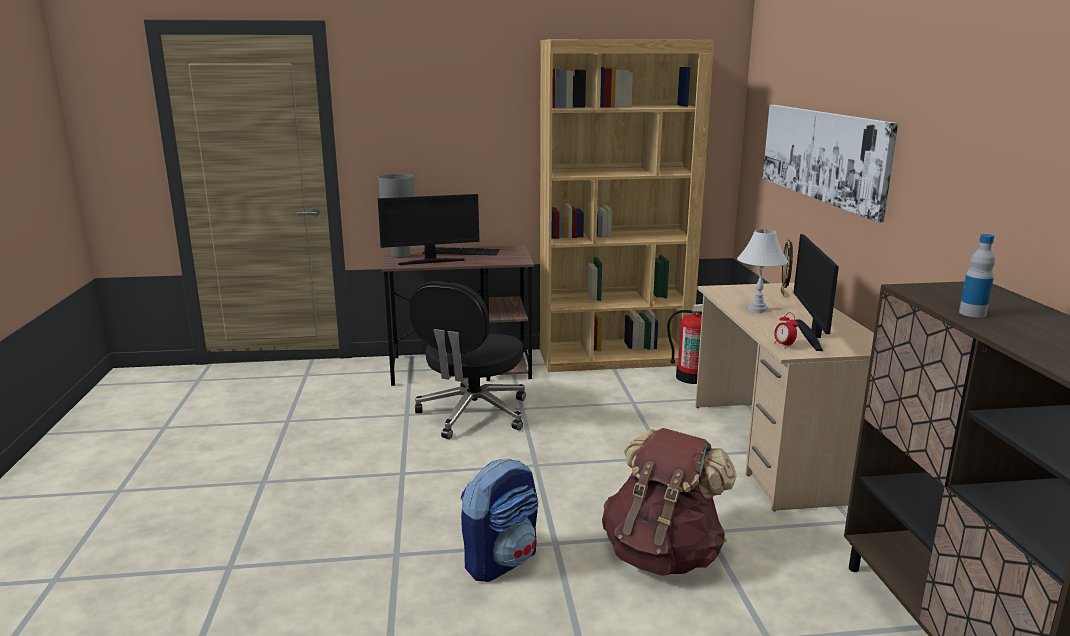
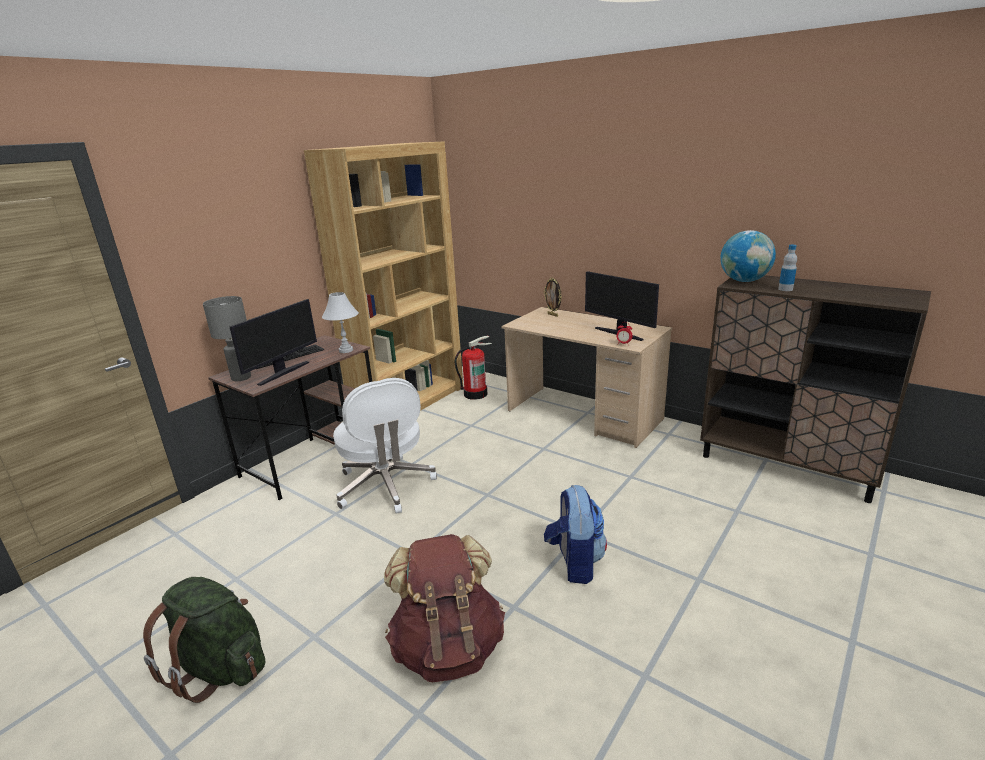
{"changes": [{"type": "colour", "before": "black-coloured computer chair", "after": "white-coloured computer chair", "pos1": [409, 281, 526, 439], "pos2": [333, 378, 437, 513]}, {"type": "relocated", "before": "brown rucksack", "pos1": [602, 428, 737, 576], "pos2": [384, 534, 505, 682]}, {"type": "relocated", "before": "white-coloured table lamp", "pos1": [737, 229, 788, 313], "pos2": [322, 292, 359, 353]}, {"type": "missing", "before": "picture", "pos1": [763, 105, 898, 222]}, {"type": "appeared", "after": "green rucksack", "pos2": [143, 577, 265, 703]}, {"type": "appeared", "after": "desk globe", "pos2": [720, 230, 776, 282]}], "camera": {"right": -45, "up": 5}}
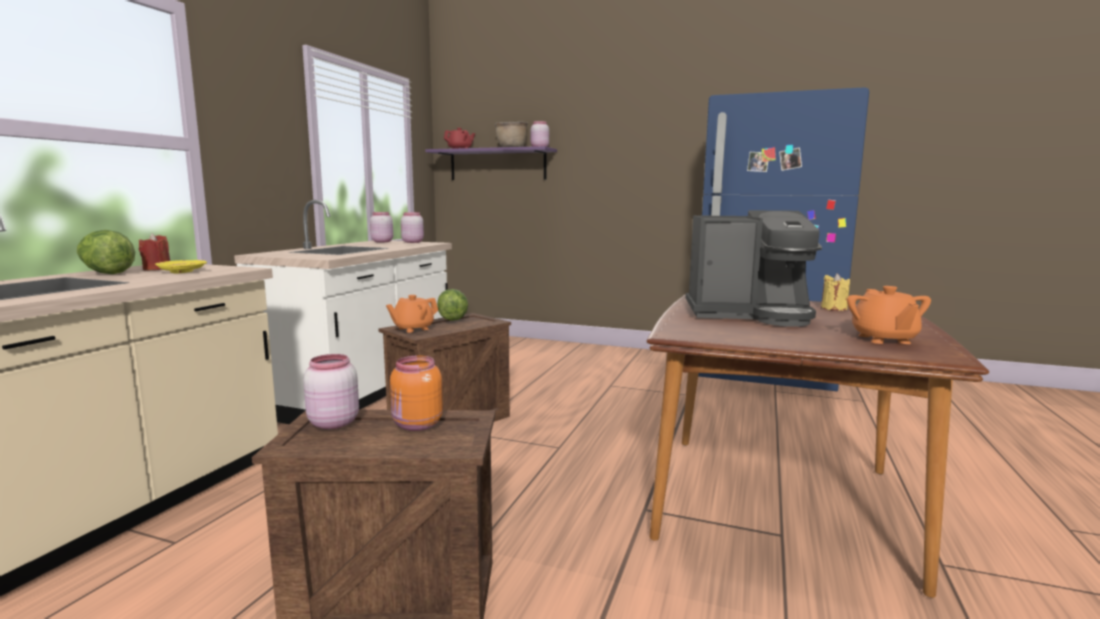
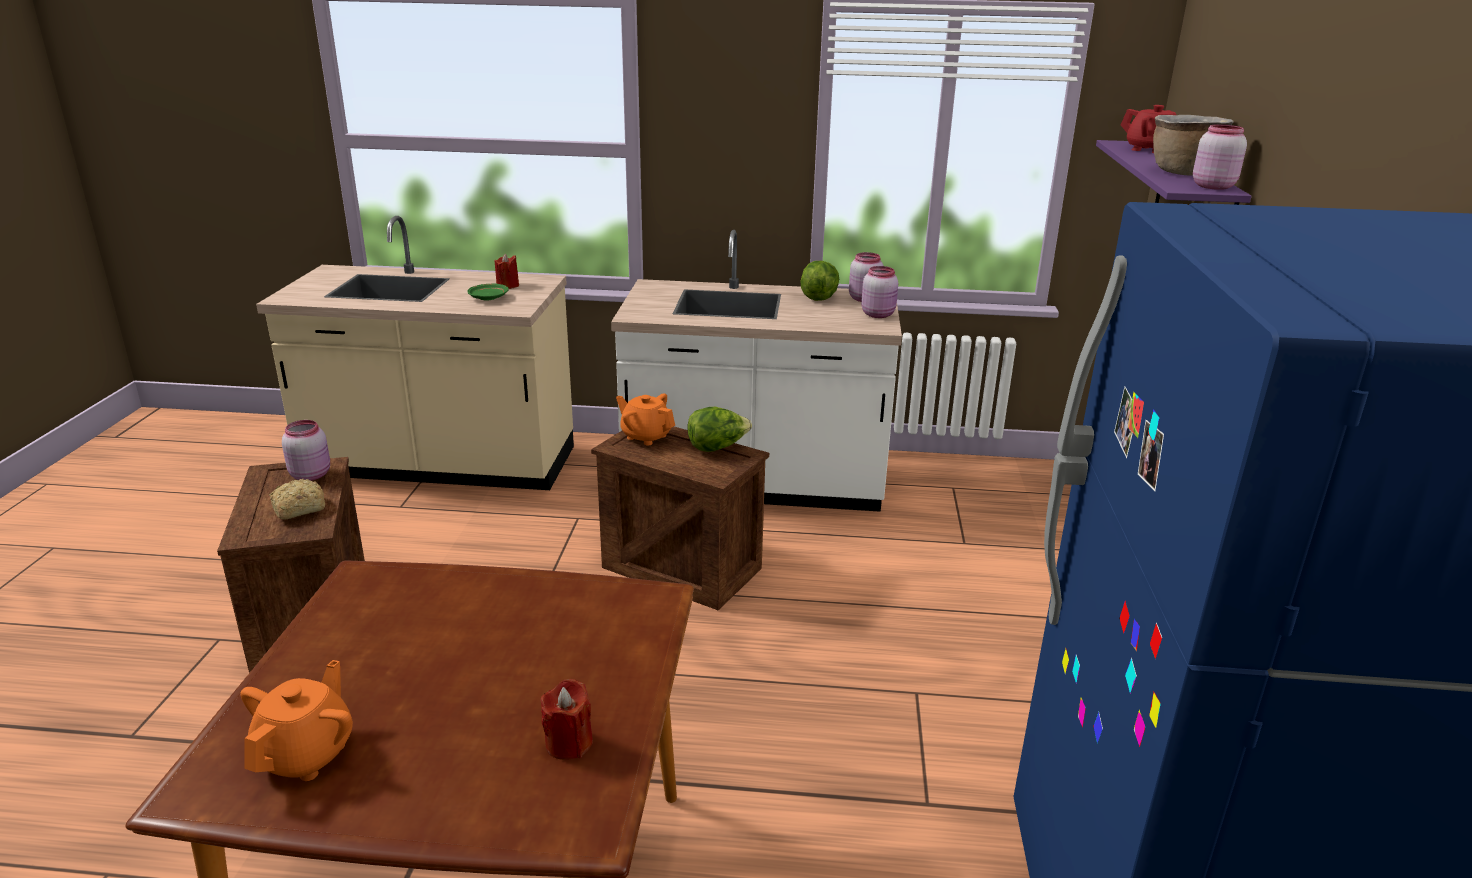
{"changes": [{"type": "relocated", "before": "lettuce head", "pos1": [77, 230, 135, 274], "pos2": [800, 261, 839, 301]}, {"type": "colour", "before": "yellow-coloured plate", "after": "green plate", "pos1": [155, 260, 207, 273], "pos2": [467, 284, 509, 300]}, {"type": "exchanged", "before": "orange storage jar", "after": "bread", "pos1": [390, 355, 443, 431], "pos2": [269, 479, 325, 519]}, {"type": "missing", "before": "coffee machine", "pos1": [686, 210, 822, 327]}, {"type": "colour", "before": "yellow-coloured wax light", "after": "red-coloured wax light", "pos1": [821, 273, 850, 311], "pos2": [541, 679, 593, 760]}, {"type": "spun", "before": "orange teapot", "pos1": [847, 286, 931, 344], "pos2": [240, 660, 353, 781], "turn": 120}], "camera": {"right": 75, "up": 15}}
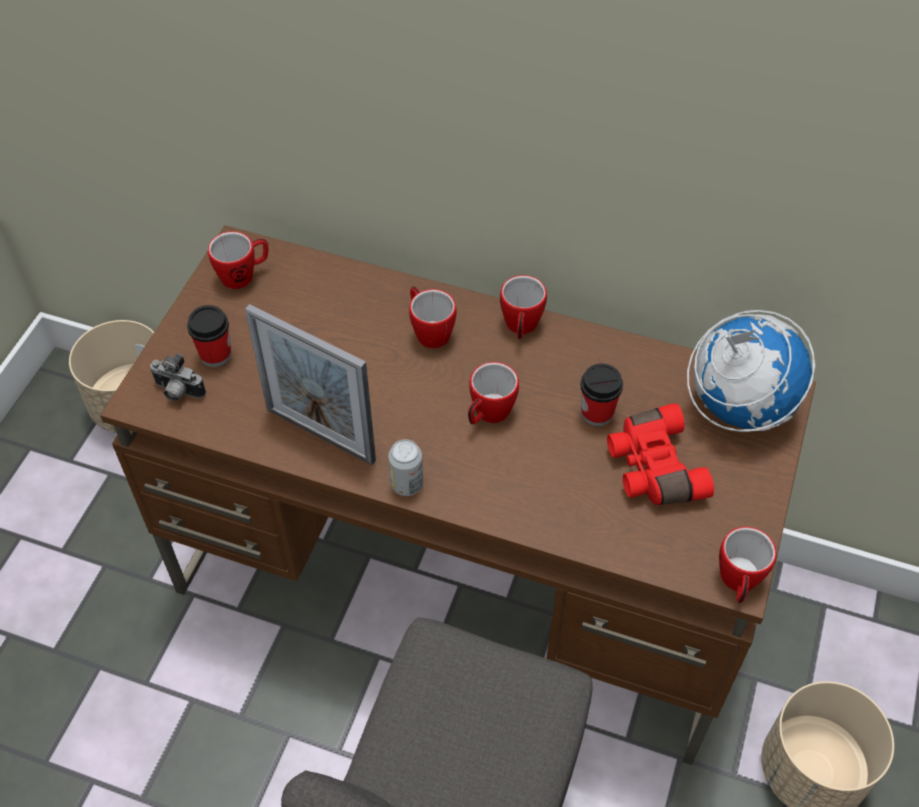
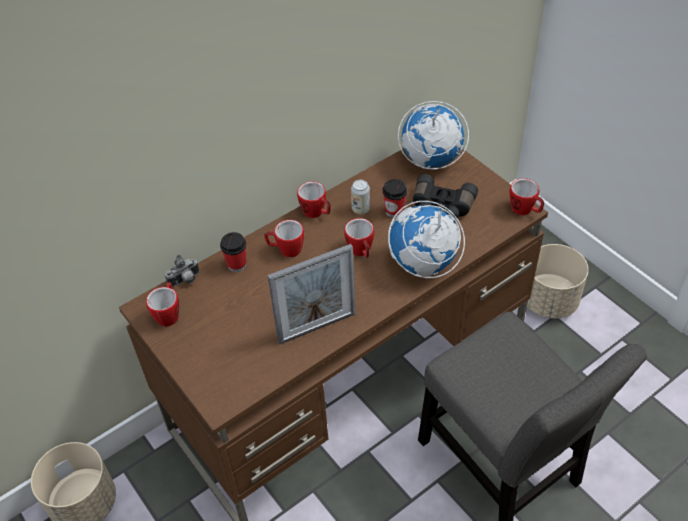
{"changes": [{"type": "relocated", "before": "photo camera", "pos1": [150, 353, 206, 401], "pos2": [165, 255, 200, 287]}, {"type": "relocated", "before": "drinking cup", "pos1": [187, 305, 231, 367], "pos2": [220, 232, 247, 272]}, {"type": "relocated", "before": "metal can", "pos1": [388, 439, 423, 496], "pos2": [351, 180, 370, 214]}, {"type": "colour", "before": "red-coloured field glasses", "after": "black-coloured field glasses", "pos1": [607, 403, 714, 505], "pos2": [413, 174, 478, 222]}, {"type": "appeared", "after": "desk globe", "pos2": [388, 201, 465, 278]}], "camera": {"right": -55, "up": -5}}
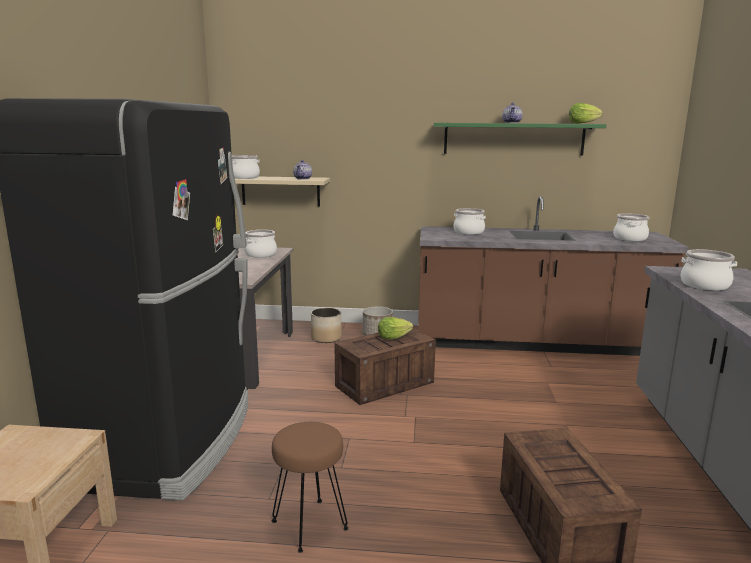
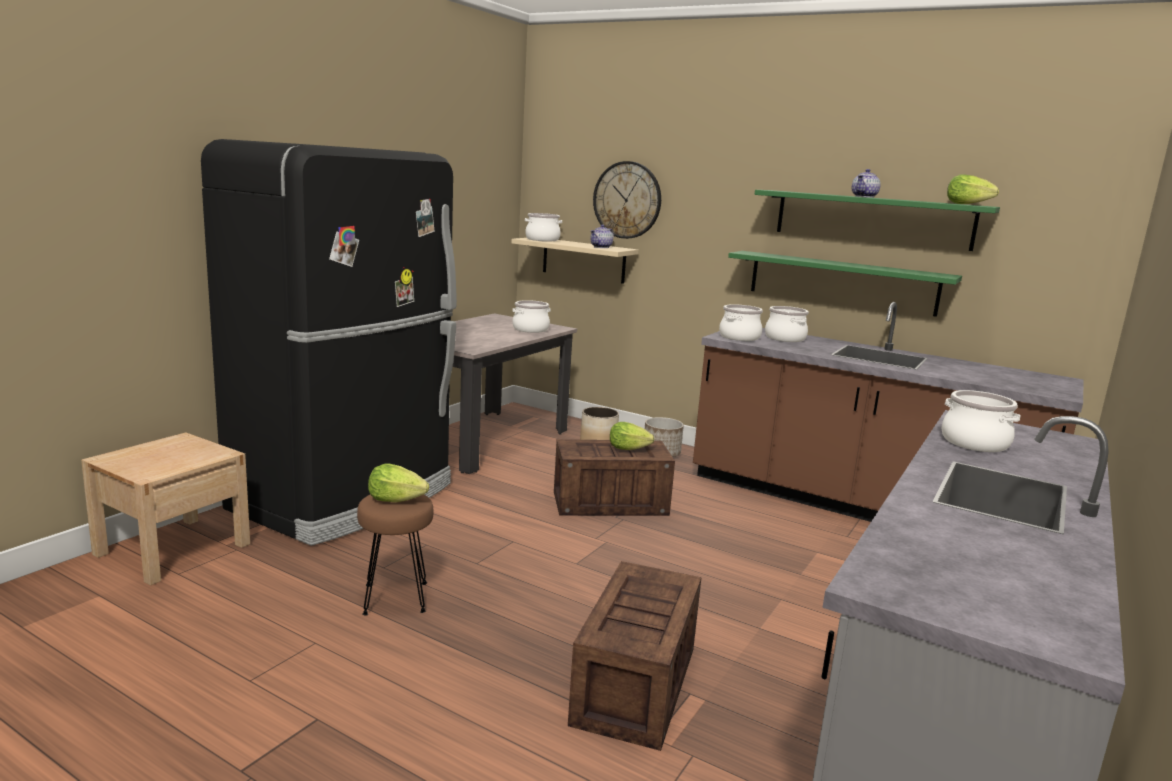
{"changes": [{"type": "relocated", "before": "cooking pot", "pos1": [613, 213, 650, 241], "pos2": [719, 304, 763, 341]}, {"type": "appeared", "after": "lettuce head", "pos2": [368, 464, 429, 502]}, {"type": "appeared", "after": "hanging clock", "pos2": [593, 161, 661, 239]}, {"type": "appeared", "after": "green shelf", "pos2": [728, 251, 962, 317]}], "camera": {"right": 25, "up": 0}}
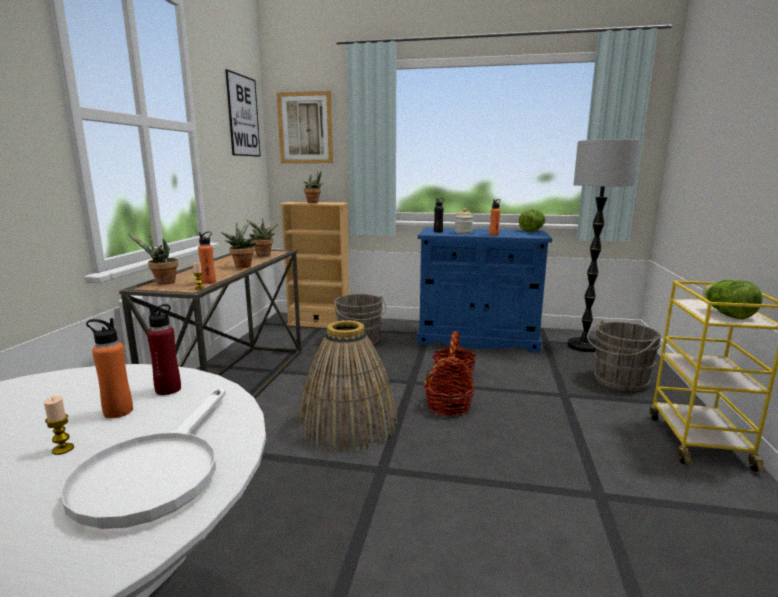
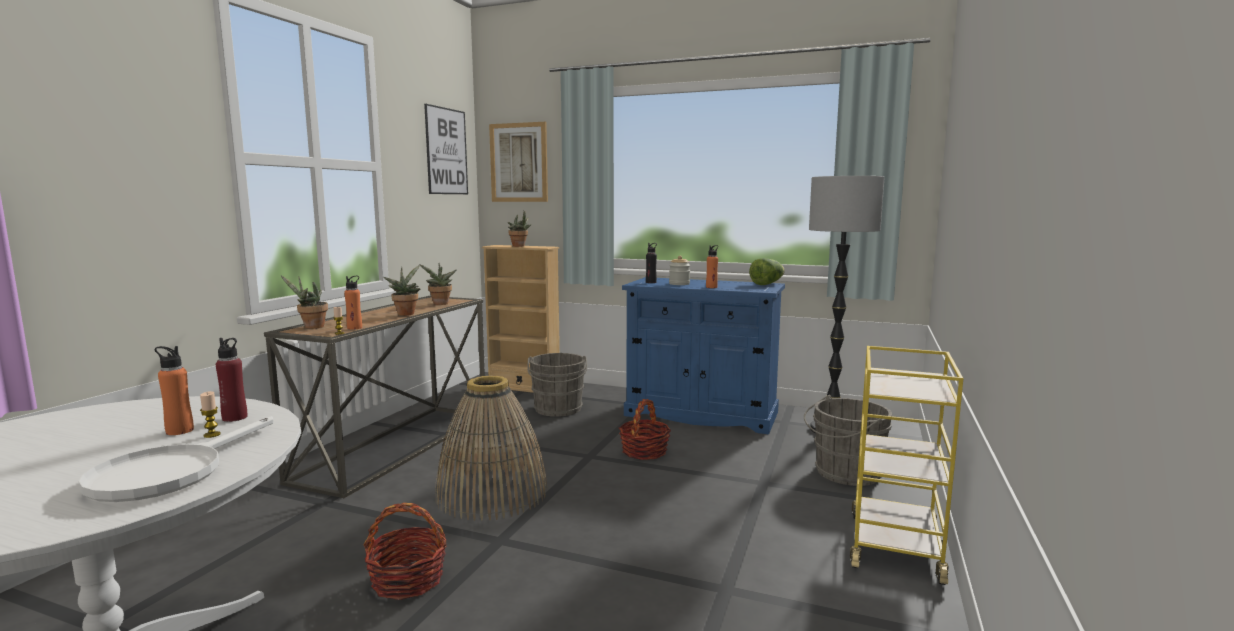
{"changes": [{"type": "relocated", "before": "wax light", "pos1": [44, 395, 74, 455], "pos2": [200, 391, 221, 438]}, {"type": "relocated", "before": "storage basket", "pos1": [424, 357, 475, 416], "pos2": [363, 503, 447, 600]}, {"type": "missing", "before": "lettuce head", "pos1": [703, 280, 762, 319]}], "camera": {"right": 10, "up": -5}}
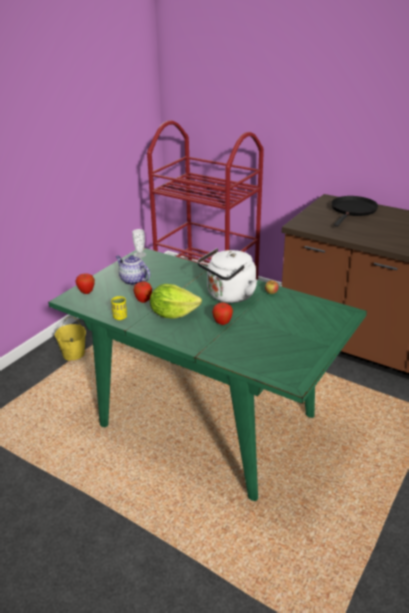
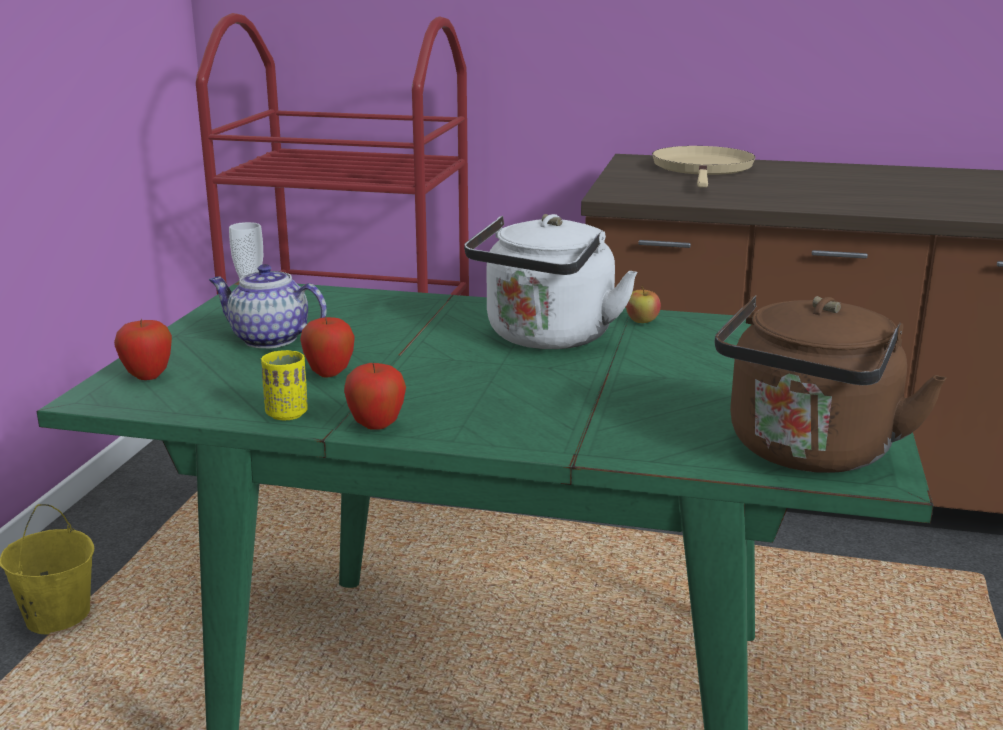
{"changes": [{"type": "missing", "before": "lettuce head", "pos1": [150, 284, 202, 319]}, {"type": "relocated", "before": "whole apple", "pos1": [212, 302, 233, 325], "pos2": [344, 363, 406, 430]}, {"type": "colour", "before": "black-coloured skillet", "after": "sand-coloured skillet", "pos1": [331, 196, 378, 227], "pos2": [652, 146, 755, 188]}, {"type": "appeared", "after": "brown water kettle", "pos2": [715, 295, 946, 473]}], "camera": {"right": -20, "up": -10}}
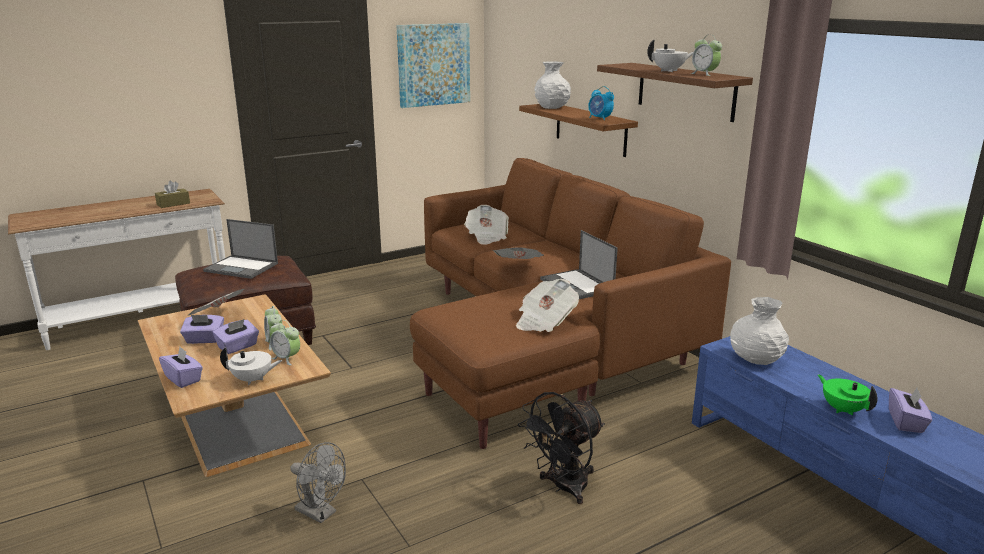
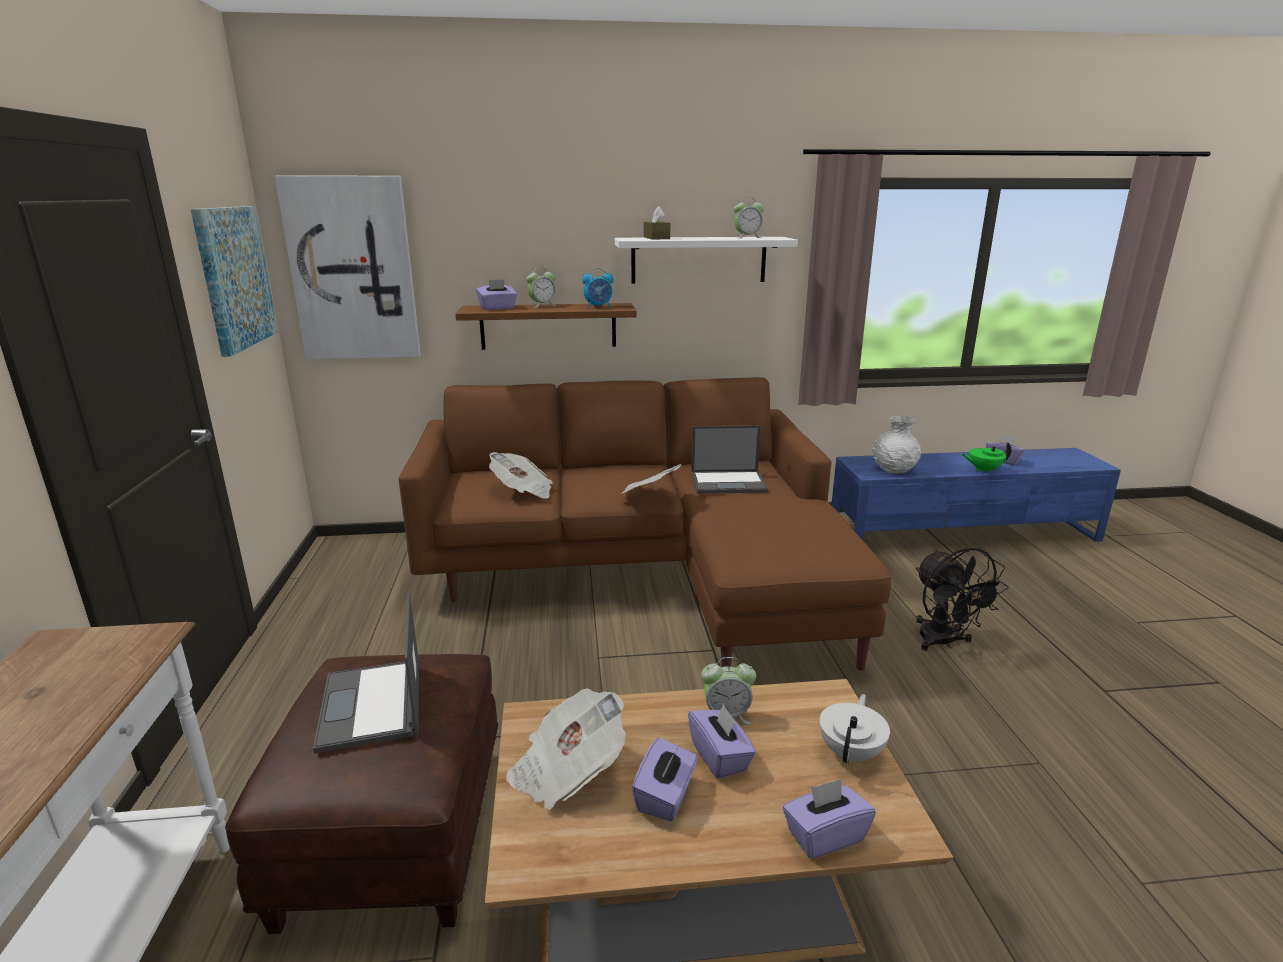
{"changes": [{"type": "relocated", "before": "brown tissue box", "pos1": [155, 181, 190, 208], "pos2": [644, 206, 670, 239]}, {"type": "spun", "before": "laptop", "pos1": [203, 219, 278, 279], "pos2": [313, 594, 419, 754], "turn": 120}, {"type": "relocated", "before": "bedside clock", "pos1": [270, 320, 300, 365], "pos2": [526, 267, 557, 308]}, {"type": "missing", "before": "greyish cooling fan", "pos1": [290, 442, 346, 523]}, {"type": "missing", "before": "printed paper", "pos1": [516, 279, 579, 332]}, {"type": "exchanged", "before": "white-coloured vase", "after": "purplish tissue box", "pos1": [535, 61, 571, 109], "pos2": [476, 279, 517, 310]}, {"type": "colour", "before": "brown shelf", "after": "white-coloured shelf", "pos1": [597, 63, 753, 122], "pos2": [615, 237, 798, 284]}, {"type": "missing", "before": "white-coloured teapot", "pos1": [647, 40, 693, 72]}, {"type": "appeared", "after": "picture", "pos2": [275, 175, 421, 360]}], "camera": {"right": -65, "up": 0}}
